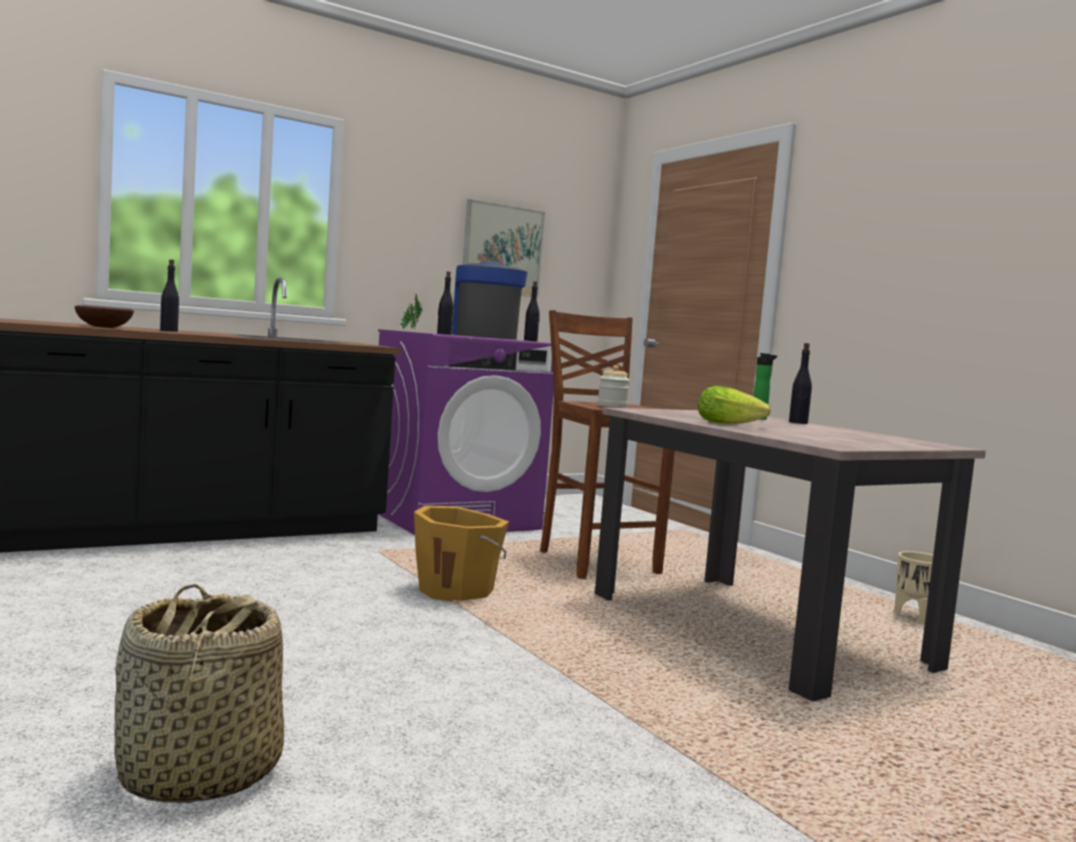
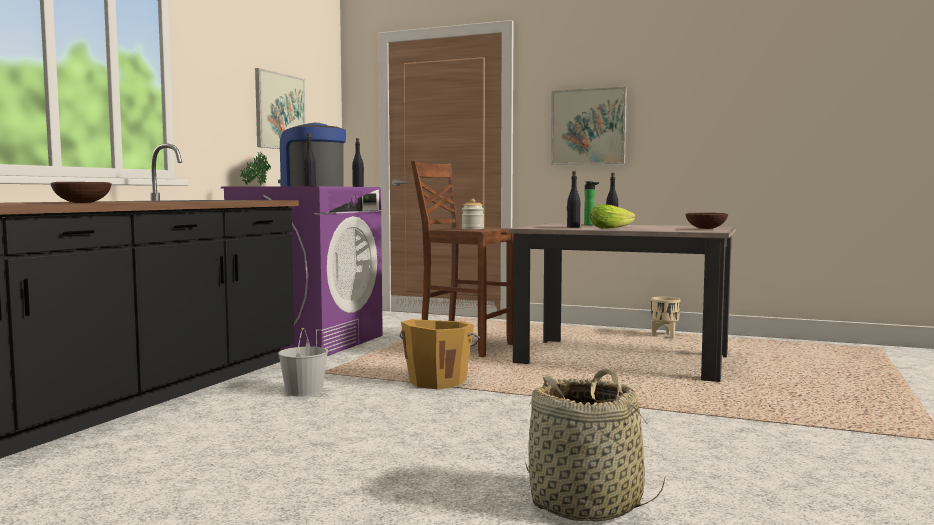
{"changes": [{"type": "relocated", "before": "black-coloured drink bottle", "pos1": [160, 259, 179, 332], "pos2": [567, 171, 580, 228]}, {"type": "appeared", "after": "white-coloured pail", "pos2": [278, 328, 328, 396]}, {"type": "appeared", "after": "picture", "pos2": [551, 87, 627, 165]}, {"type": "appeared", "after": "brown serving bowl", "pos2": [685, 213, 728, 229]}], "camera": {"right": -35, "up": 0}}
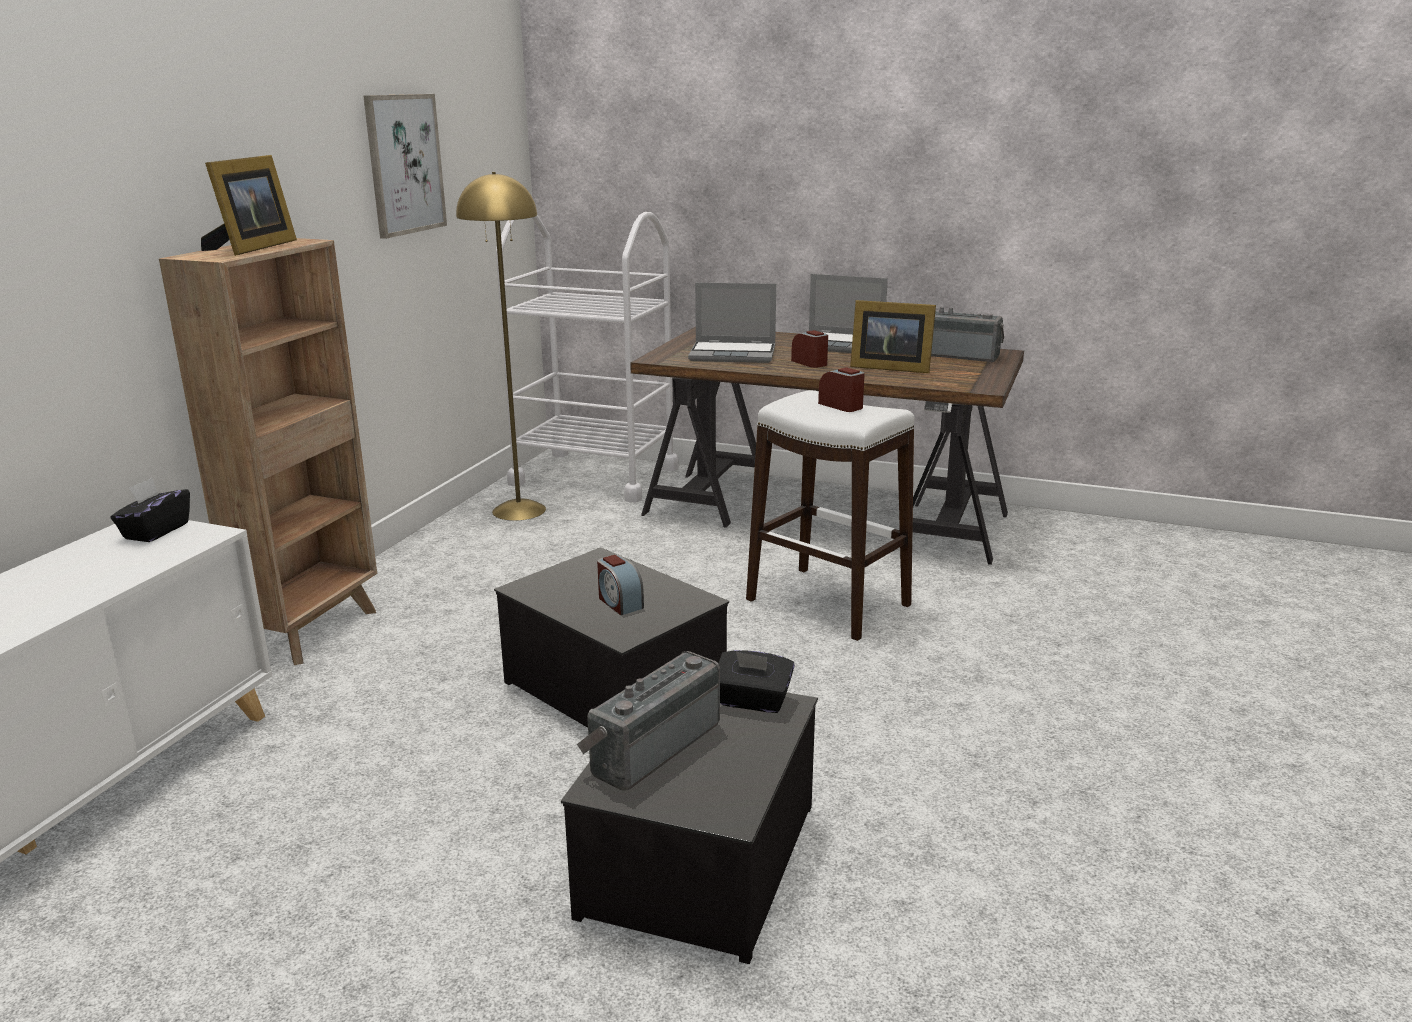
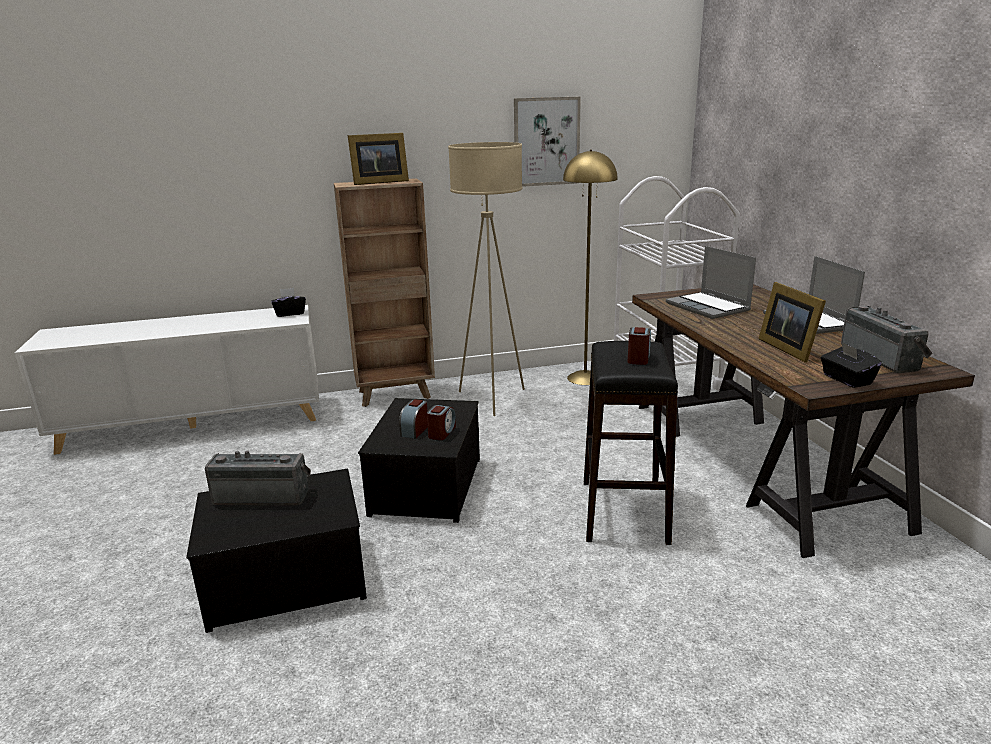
{"changes": [{"type": "relocated", "before": "black-coloured tissue box", "pos1": [718, 650, 795, 713], "pos2": [821, 342, 882, 388]}, {"type": "colour", "before": "white-coloured stool", "after": "black-coloured stool", "pos1": [746, 390, 914, 641], "pos2": [584, 341, 678, 545]}, {"type": "relocated", "before": "bedside clock", "pos1": [791, 330, 828, 368], "pos2": [427, 405, 456, 440]}, {"type": "appeared", "after": "sand-coloured standard lamp", "pos2": [448, 142, 525, 416]}], "camera": {"right": 55, "up": 0}}
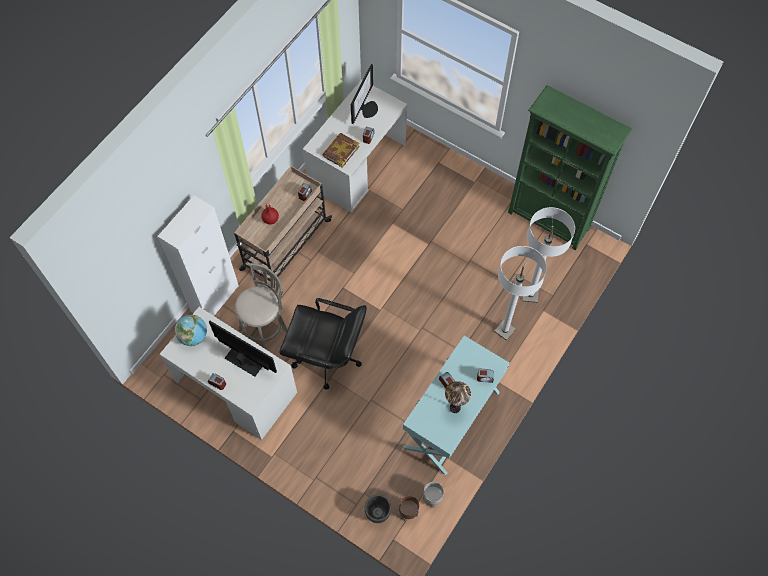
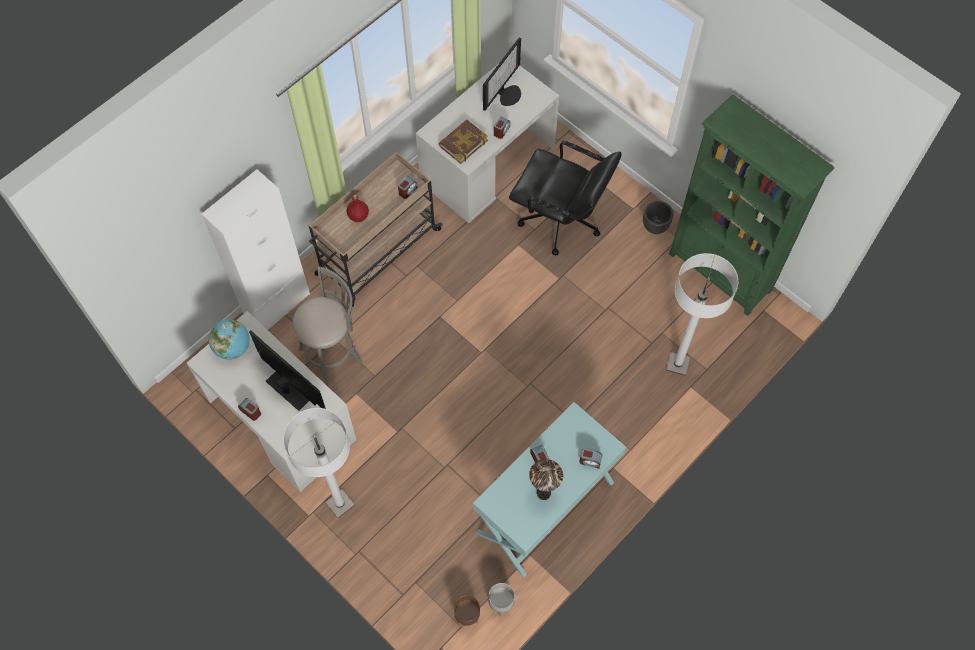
{"changes": [{"type": "relocated", "before": "black-coloured computer chair", "pos1": [279, 298, 367, 390], "pos2": [509, 141, 621, 255]}, {"type": "relocated", "before": "black-coloured flower pot", "pos1": [365, 494, 391, 523], "pos2": [643, 201, 673, 234]}, {"type": "relocated", "before": "white-coloured standard lamp", "pos1": [494, 246, 547, 341], "pos2": [283, 408, 355, 518]}], "camera": {"right": 10, "up": 0}}
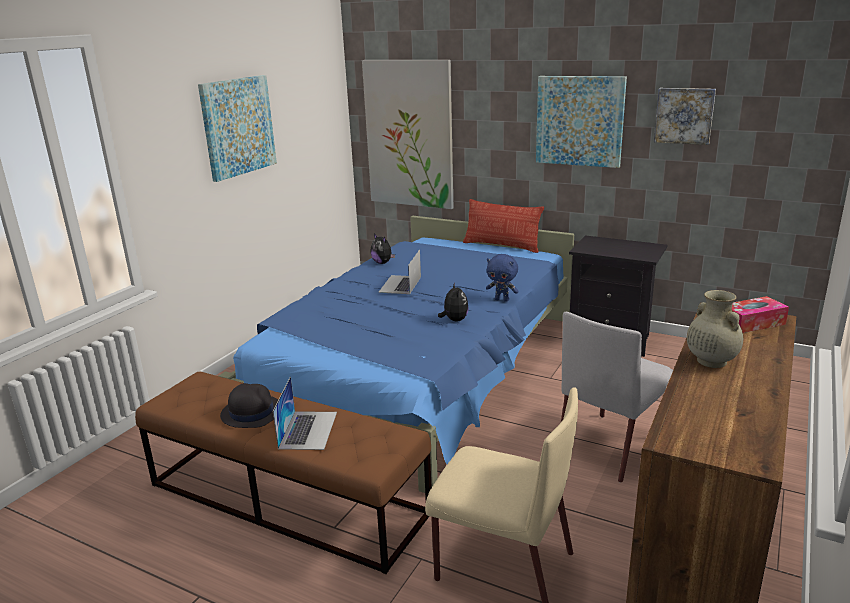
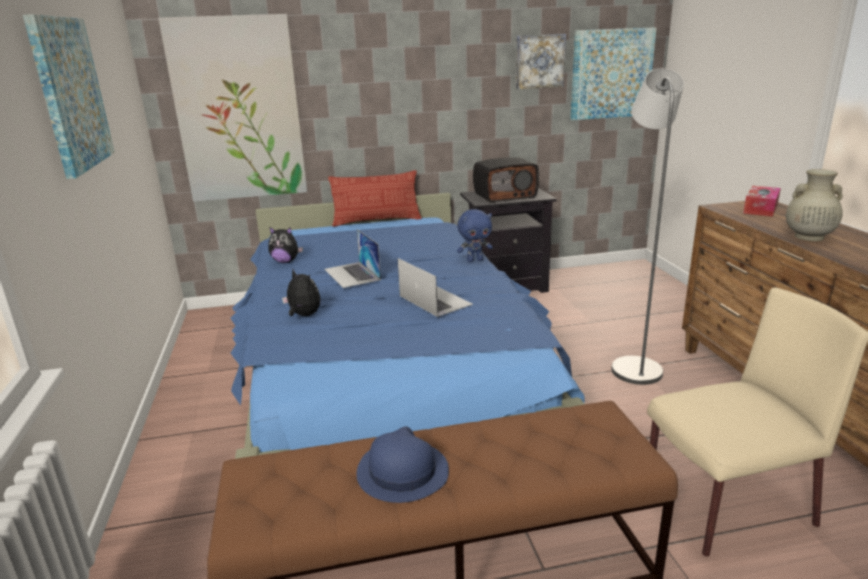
{"changes": [{"type": "colour", "before": "black-coloured wearable hat", "after": "blue-coloured wearable hat", "pos1": [220, 383, 278, 428], "pos2": [356, 426, 449, 503]}, {"type": "relocated", "before": "laptop", "pos1": [273, 377, 337, 450], "pos2": [398, 258, 473, 317]}, {"type": "relocated", "before": "soft toy", "pos1": [438, 282, 469, 322], "pos2": [282, 270, 321, 316]}, {"type": "relocated", "before": "picture", "pos1": [536, 76, 627, 168], "pos2": [570, 27, 657, 120]}, {"type": "exchanged", "before": "greyish chair", "after": "greyish standard lamp", "pos1": [561, 312, 673, 483], "pos2": [611, 69, 684, 385]}, {"type": "appeared", "after": "radio", "pos2": [473, 157, 539, 203]}], "camera": {"right": -40, "up": 0}}
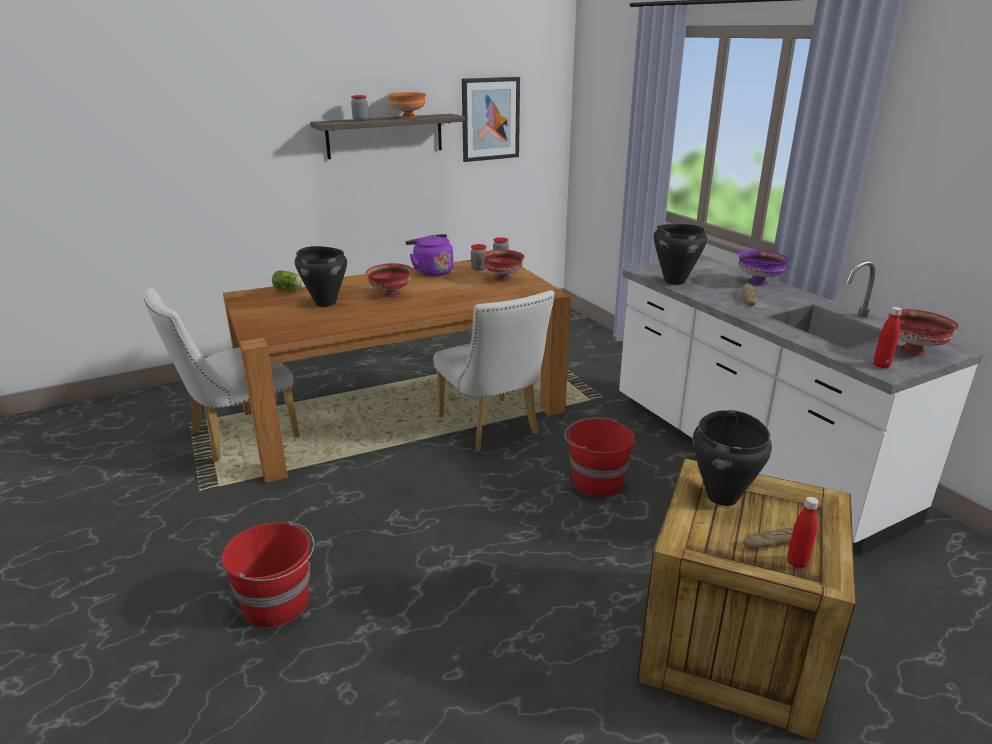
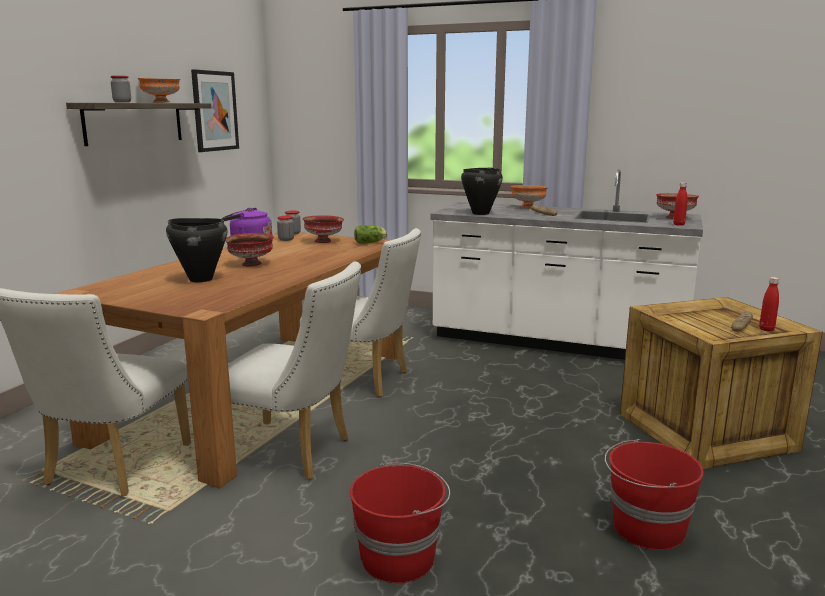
{"changes": [{"type": "relocated", "before": "lettuce head", "pos1": [272, 270, 305, 291], "pos2": [354, 225, 387, 244]}, {"type": "relocated", "before": "red-coloured pail", "pos1": [564, 417, 635, 497], "pos2": [605, 439, 704, 550]}, {"type": "missing", "before": "black-coloured cooking pot", "pos1": [693, 410, 772, 506]}, {"type": "colour", "before": "purplish serving bowl", "after": "orange serving bowl", "pos1": [738, 250, 789, 286], "pos2": [511, 185, 548, 208]}, {"type": "appeared", "after": "white-coloured chair", "pos2": [228, 261, 362, 480]}], "camera": {"right": -40, "up": -10}}
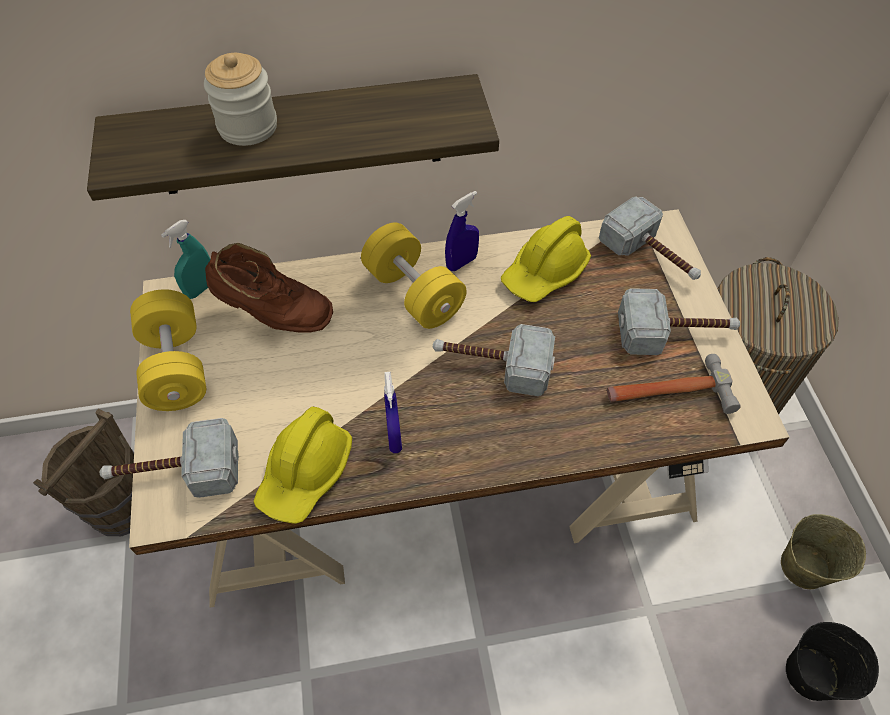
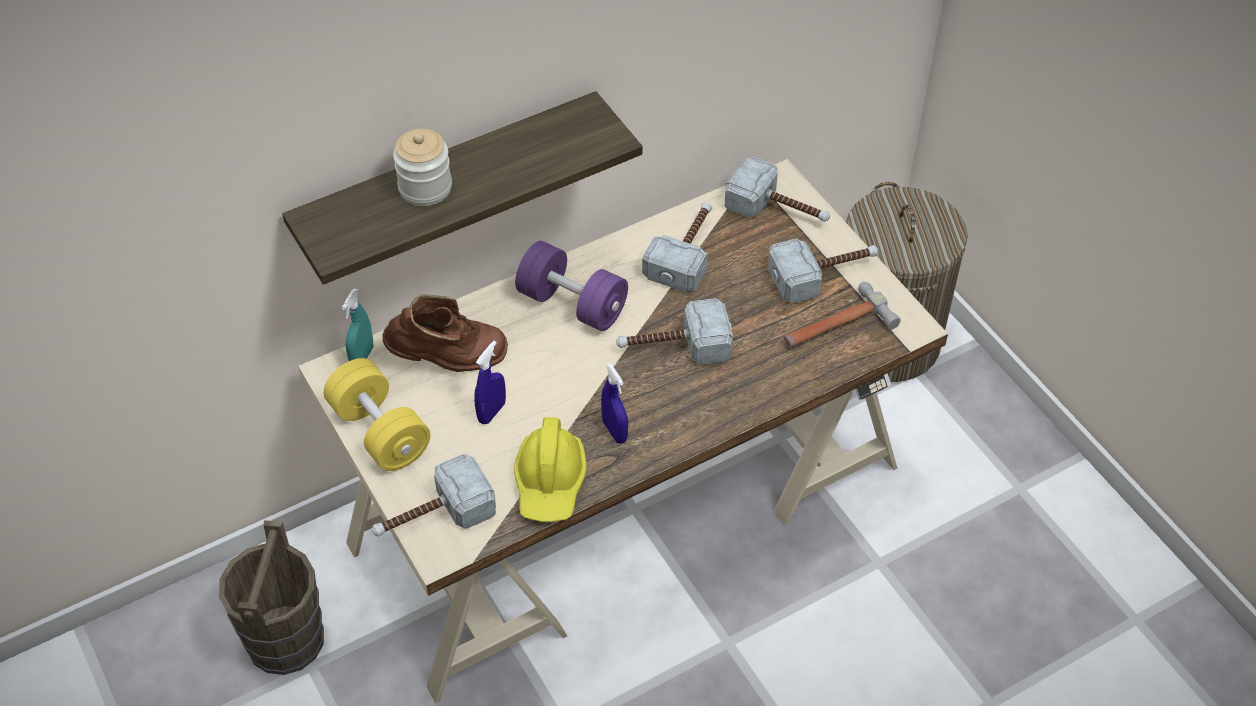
{"changes": [{"type": "colour", "before": "yellow-coloured hand weight", "after": "purplish hand weight", "pos1": [361, 223, 466, 329], "pos2": [515, 241, 628, 331]}, {"type": "relocated", "before": "blue-coloured hand sprayer", "pos1": [445, 191, 479, 271], "pos2": [474, 341, 506, 424]}, {"type": "exchanged", "before": "yellow-coloured safety helmet", "after": "tool hammer", "pos1": [501, 216, 591, 302], "pos2": [642, 202, 712, 292]}, {"type": "missing", "before": "sand-coloured pail", "pos1": [781, 514, 866, 589]}, {"type": "missing", "before": "black-coloured pail", "pos1": [786, 622, 879, 701]}], "camera": {"right": -20, "up": -5}}
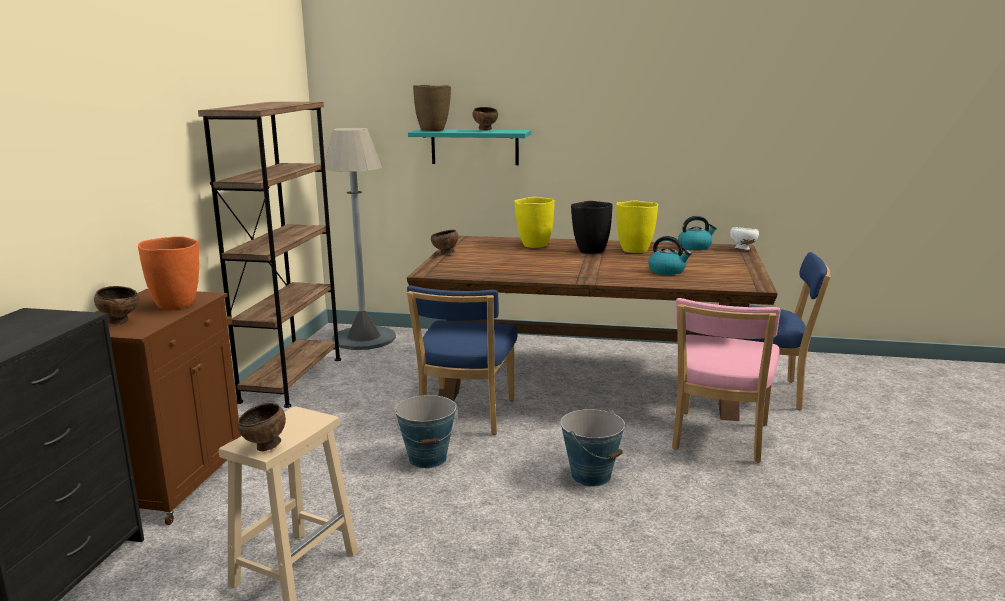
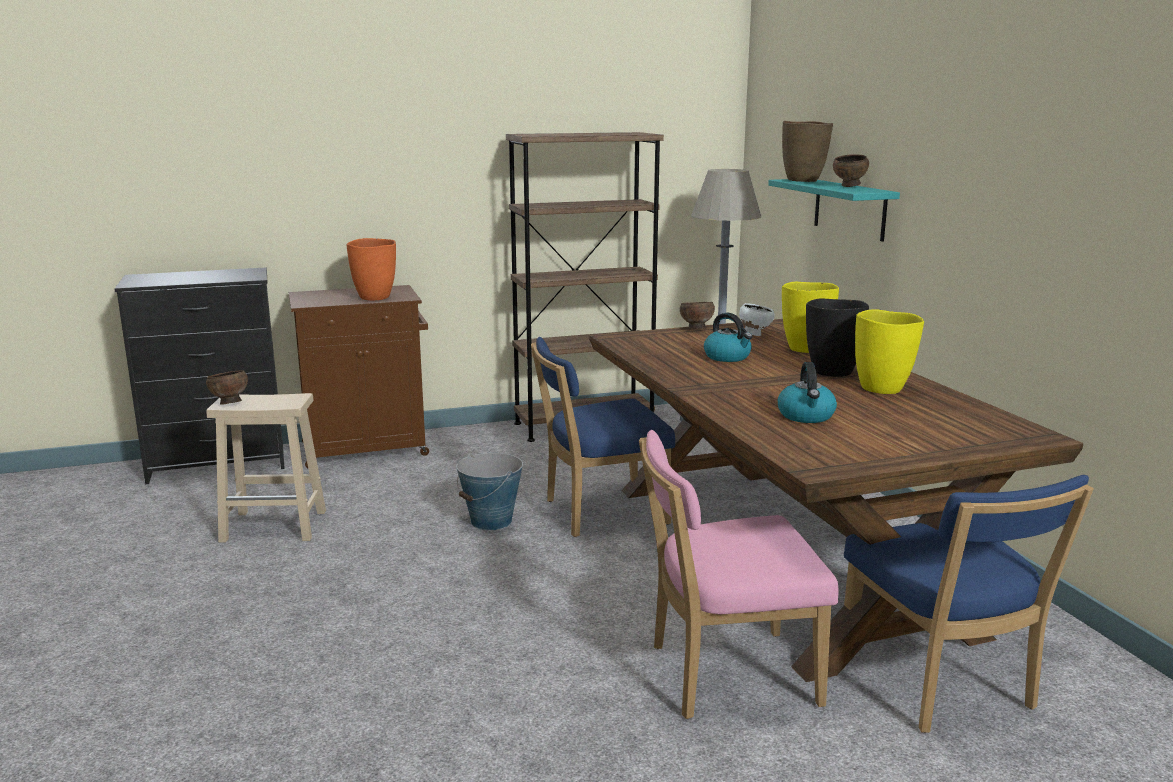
{"changes": [{"type": "missing", "before": "brown serving bowl", "pos1": [94, 286, 139, 324]}, {"type": "missing", "before": "pail", "pos1": [561, 409, 625, 487]}, {"type": "relocated", "before": "water kettle", "pos1": [678, 216, 717, 250], "pos2": [704, 313, 753, 362]}, {"type": "relocated", "before": "white-coloured serving bowl", "pos1": [730, 227, 759, 250], "pos2": [739, 303, 774, 336]}], "camera": {"right": 60, "up": 0}}
